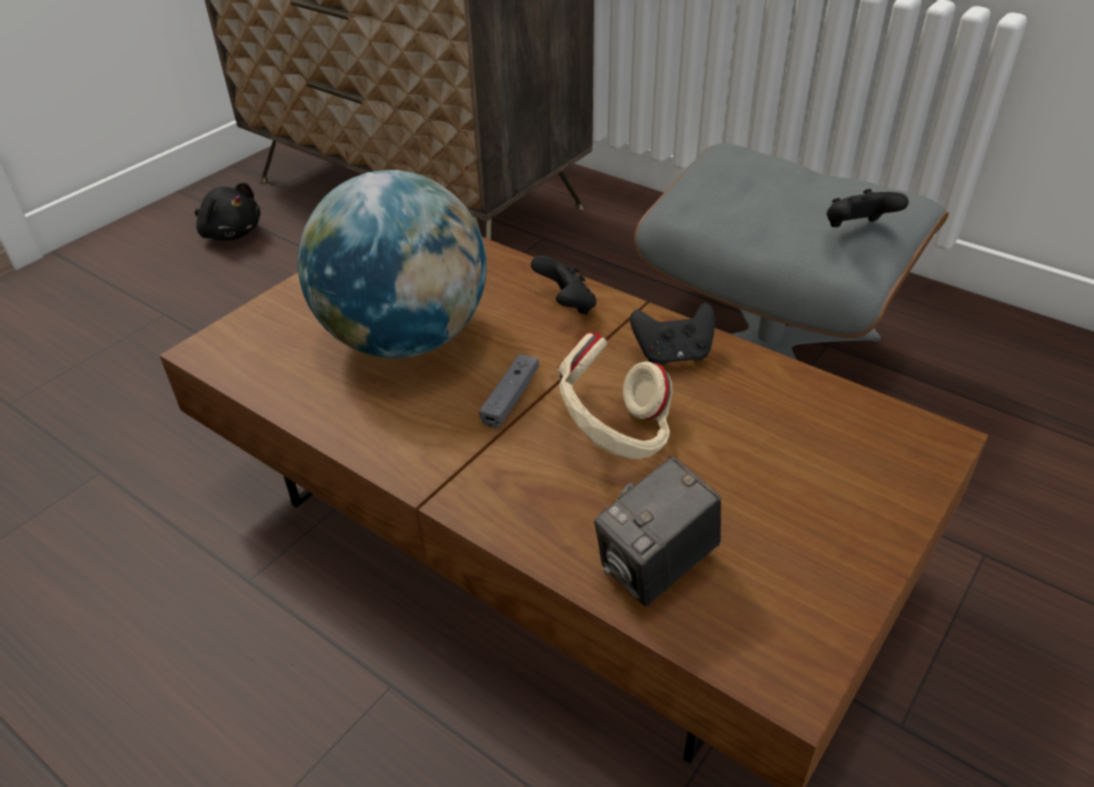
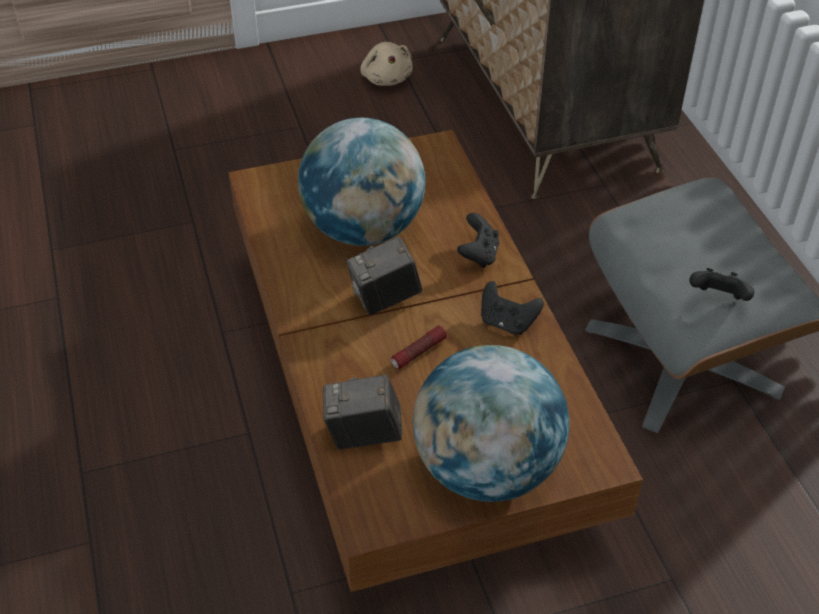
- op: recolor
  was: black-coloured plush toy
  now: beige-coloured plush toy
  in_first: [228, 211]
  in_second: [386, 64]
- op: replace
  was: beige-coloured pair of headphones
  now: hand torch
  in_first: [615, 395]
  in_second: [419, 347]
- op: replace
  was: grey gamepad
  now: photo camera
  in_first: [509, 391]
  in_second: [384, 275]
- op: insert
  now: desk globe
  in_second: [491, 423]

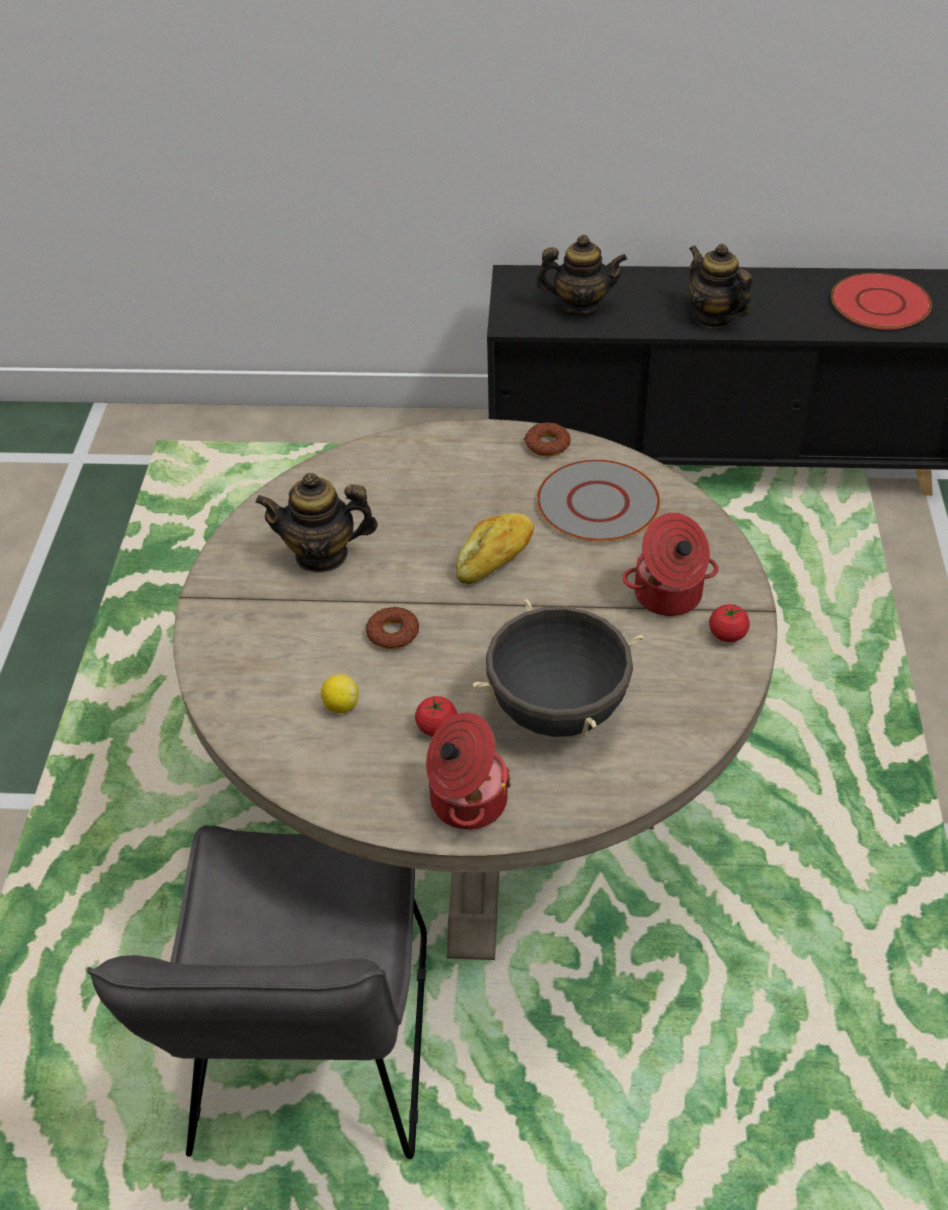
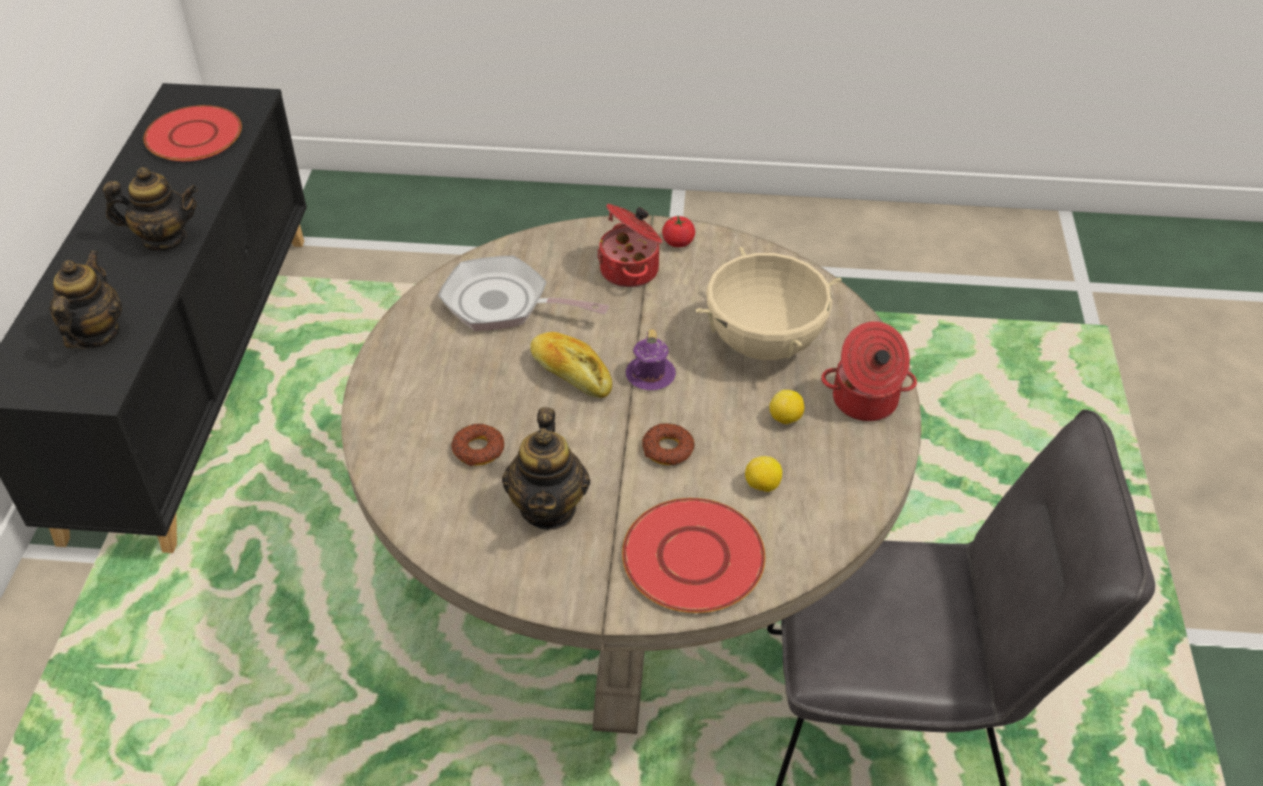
- op: rotate
  was: teapot
  in_first: [720, 286]
  in_second: [150, 209]
  clockwise: -150
- op: move
  was: doughnut
  in_first: [547, 439]
  in_second: [478, 445]
- op: replace
  was: grey plate
  now: pan
  in_first: [598, 501]
  in_second: [523, 293]
- op: recolor
  was: black-coloured cooking pot
  now: beige-coloured cooking pot
  in_first: [558, 667]
  in_second: [768, 303]
- op: replace
  was: whole tomato
  now: lemon
  in_first: [436, 716]
  in_second: [786, 407]
- op: insert
  now: purplish tea mug
  in_second: [651, 360]
- op: insert
  now: red-coloured plate
  in_second: [693, 555]

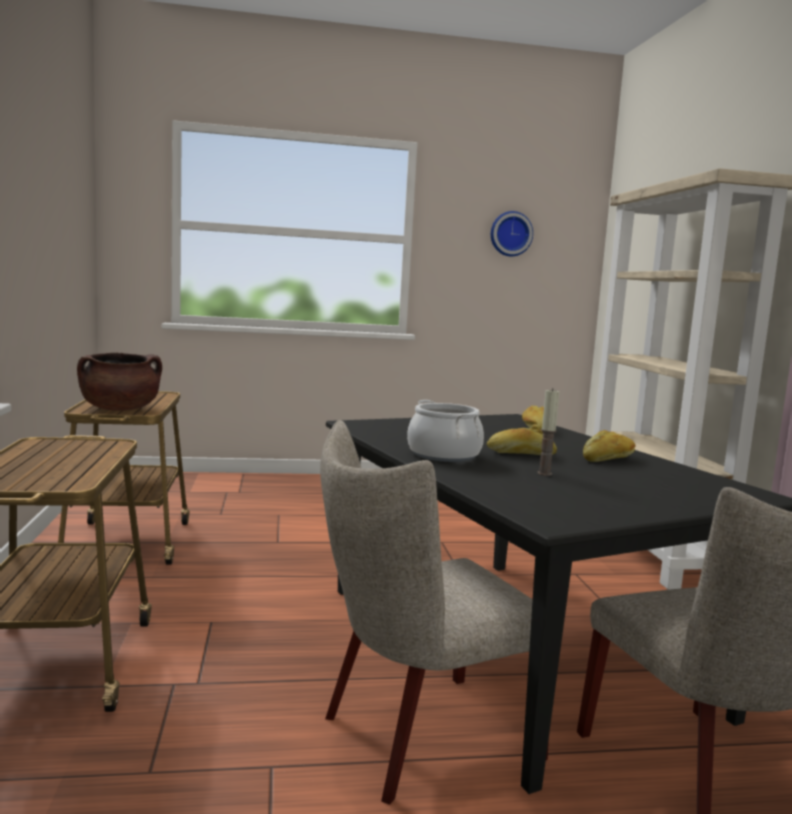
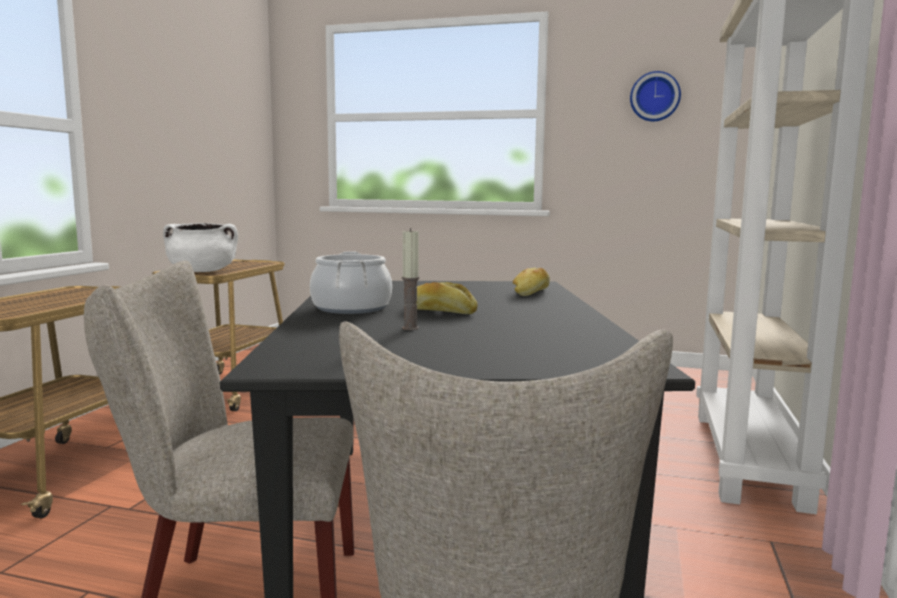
- op: recolor
  was: brownish cooking pot
  now: whitish cooking pot
  in_first: [119, 382]
  in_second: [200, 247]
- op: delete
  was: bakery bread
  in_first: [609, 446]

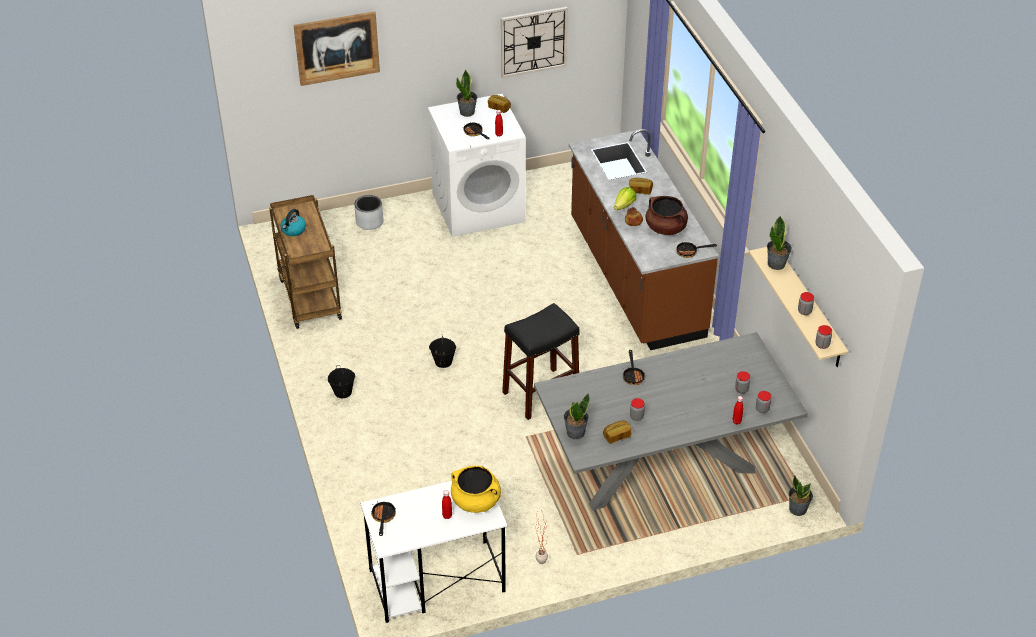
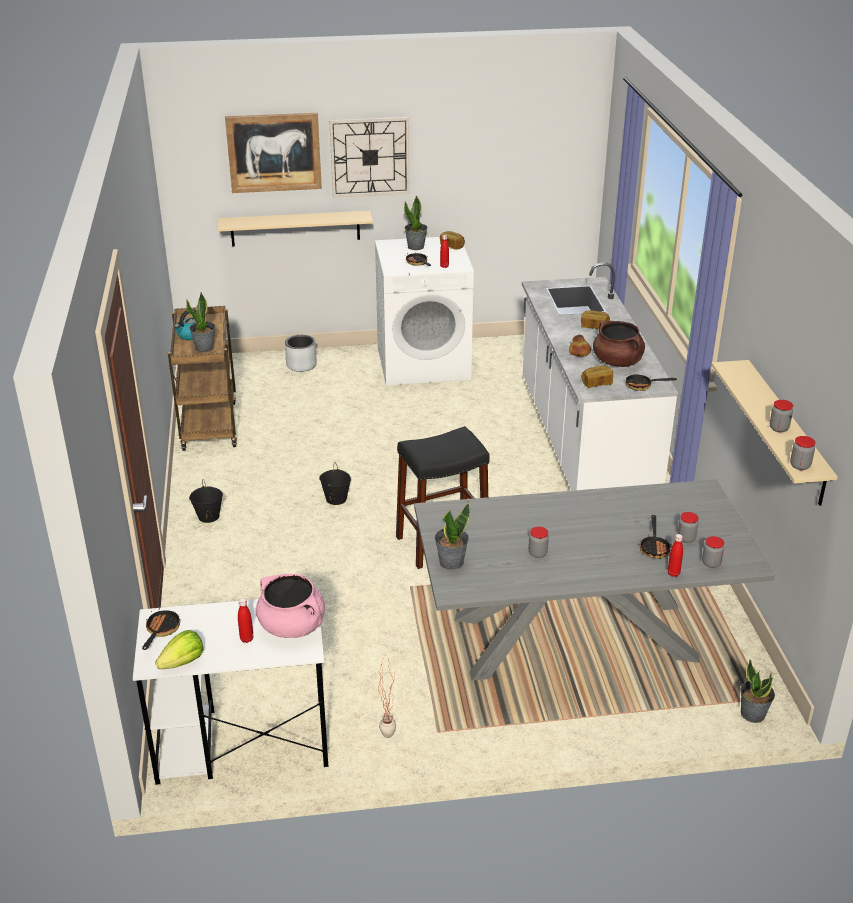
- op: move
  was: hanging clock
  in_first: [534, 42]
  in_second: [369, 157]
- op: recolor
  was: brownish kitchen counter
  now: whitish kitchen counter
  in_first: [644, 239]
  in_second: [600, 376]
- op: move
  was: lettuce
  in_first: [625, 198]
  in_second: [179, 649]
- op: move
  was: plant in a pot
  in_first: [779, 243]
  in_second: [200, 322]
- op: move
  was: pan
  in_first: [634, 367]
  in_second: [655, 537]
- op: move
  was: bakery bread
  in_first: [617, 432]
  in_second: [597, 377]
- op: recolor
  was: yellow-coloured cooking pot
  now: pink cooking pot
  in_first: [476, 489]
  in_second: [290, 606]
- op: insert
  now: beige-coloured shelf
  in_second: [295, 229]

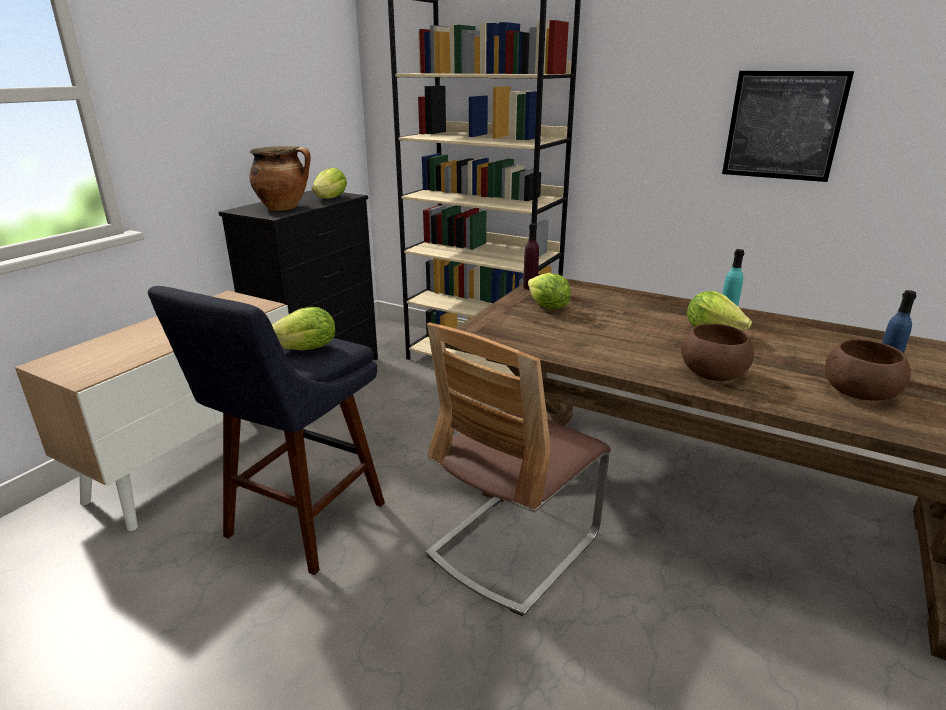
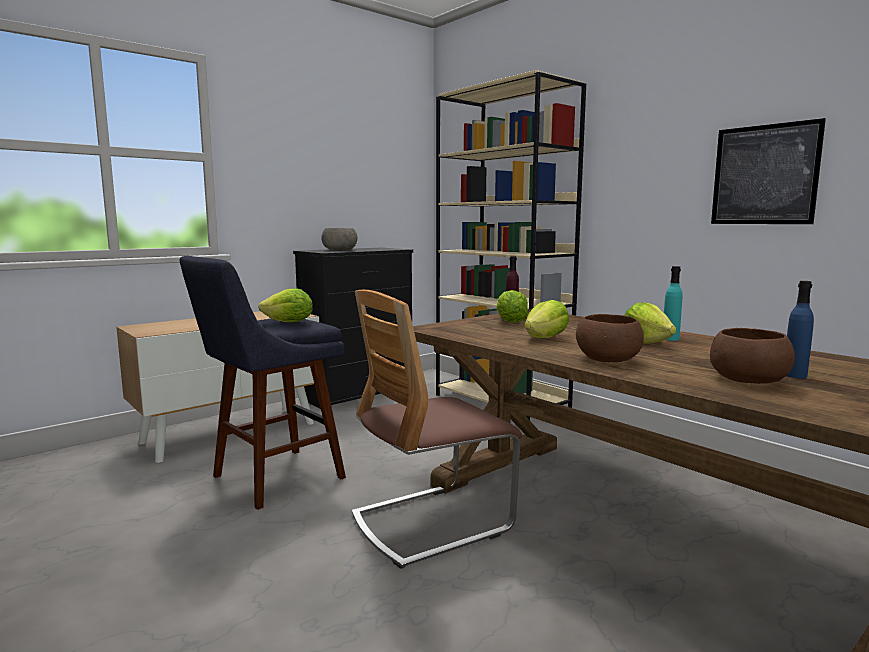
- op: replace
  was: cooking pot
  now: grey serving bowl
  in_first: [280, 178]
  in_second: [339, 239]
- op: move
  was: lettuce
  in_first: [329, 183]
  in_second: [546, 319]

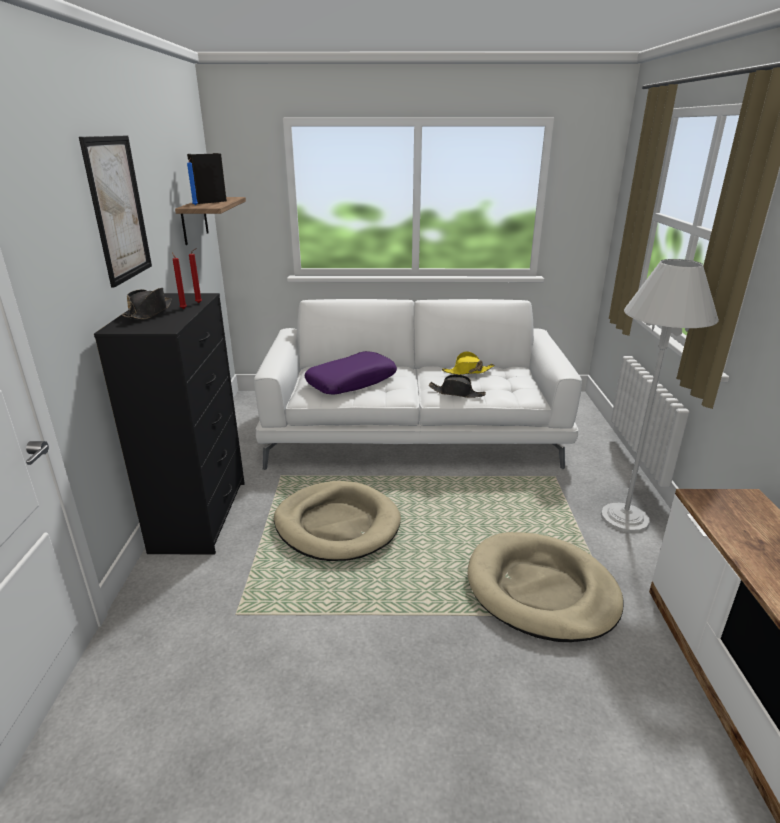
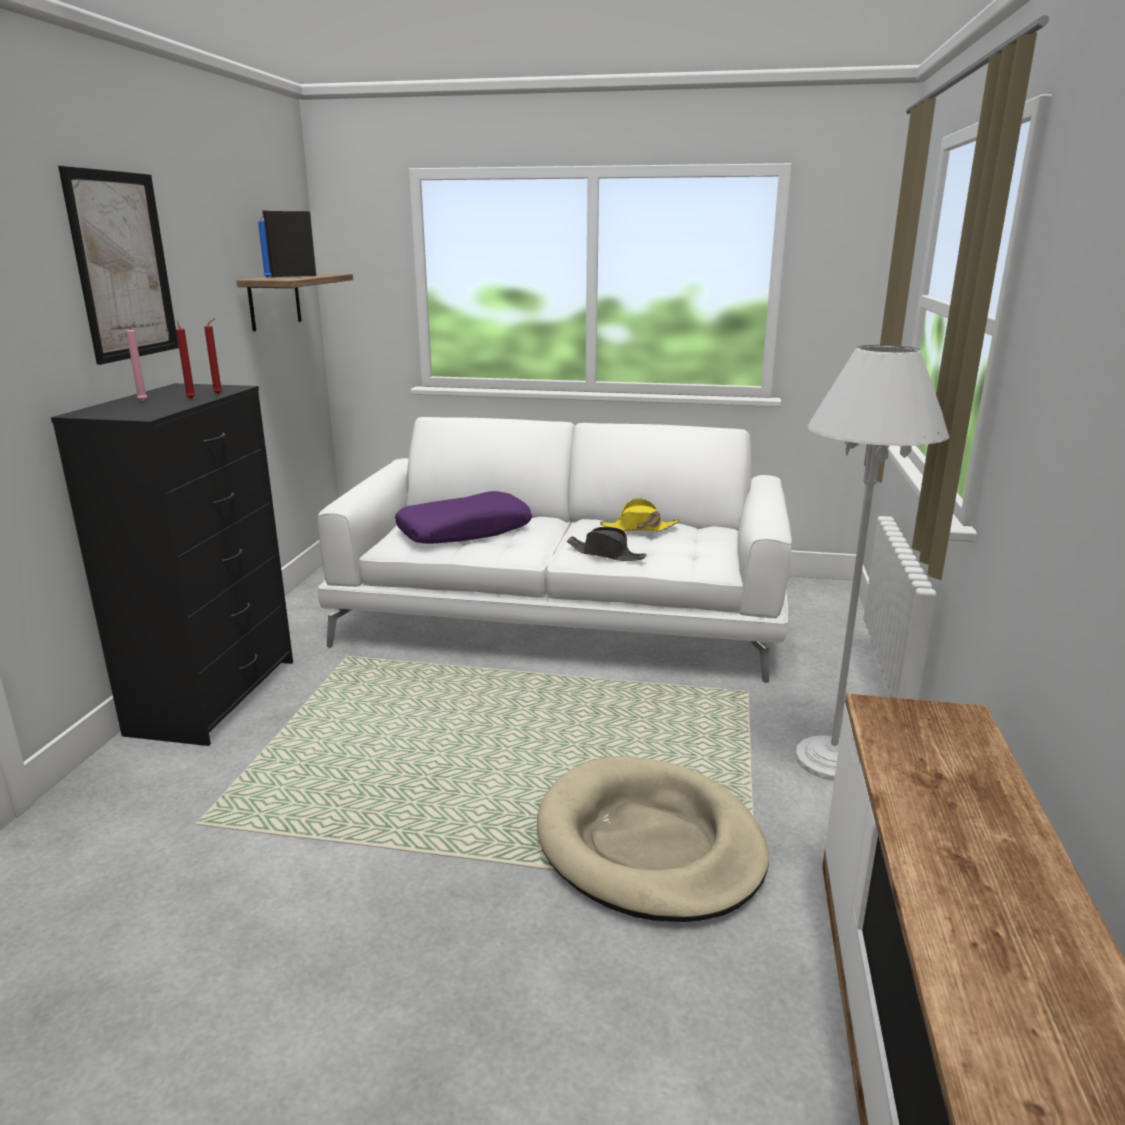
- op: replace
  was: black-coloured wearable hat
  now: pink wax light
  in_first: [147, 304]
  in_second: [136, 361]
- op: delete
  was: beige-coloured dog cushion
  in_first: [337, 521]

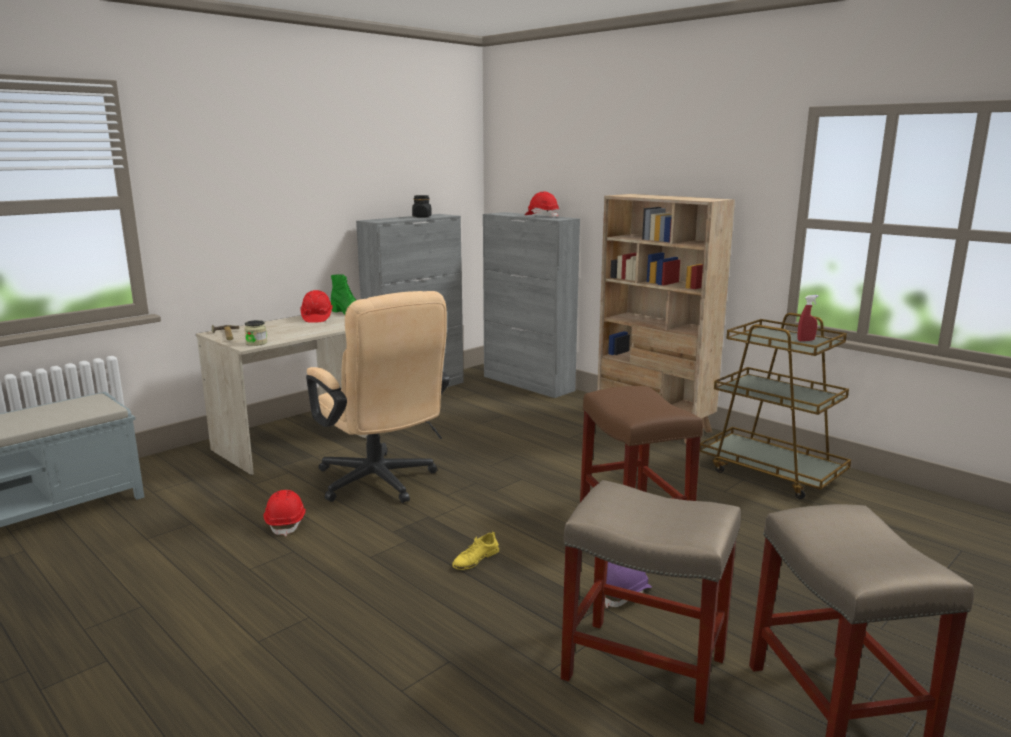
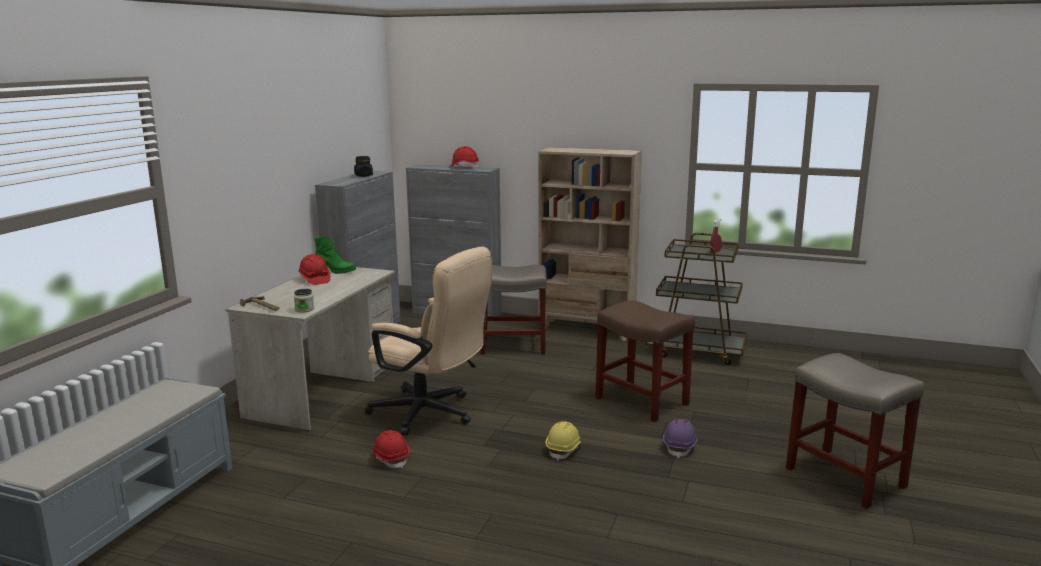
- op: move
  was: beige-coloured stool seat
  in_first: [651, 602]
  in_second: [514, 310]
- op: replace
  was: yellow-coloured low shoe
  now: yellow-coloured safety helmet
  in_first: [475, 550]
  in_second: [563, 441]

